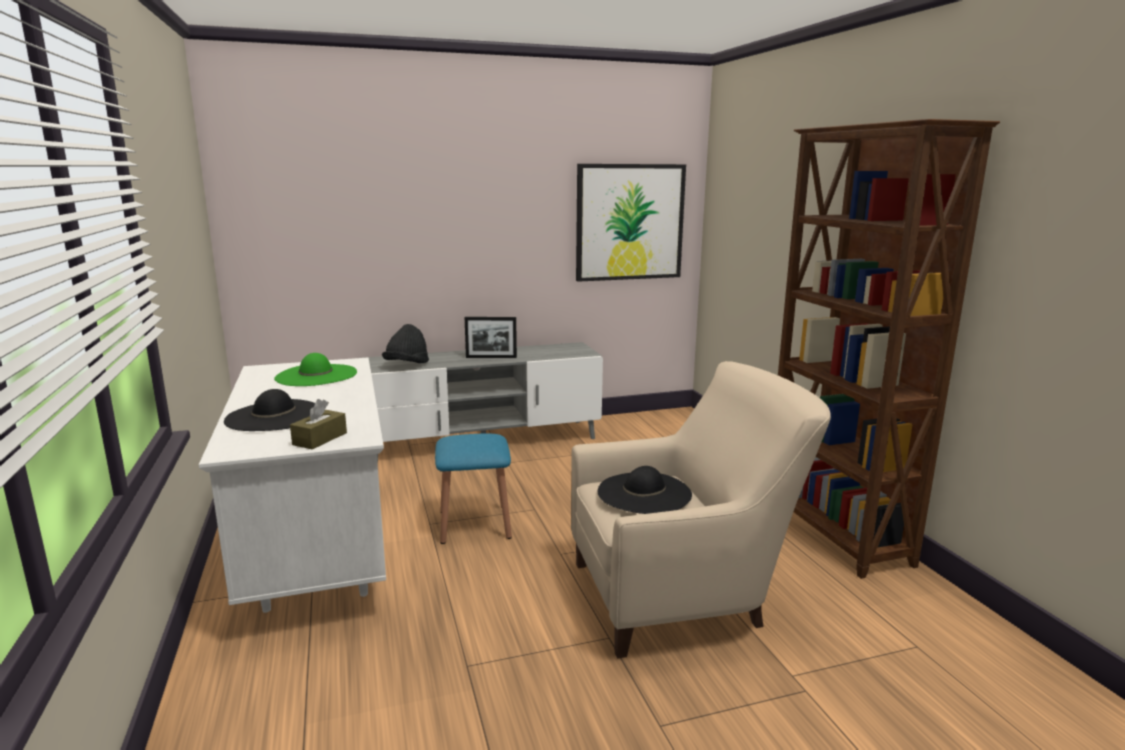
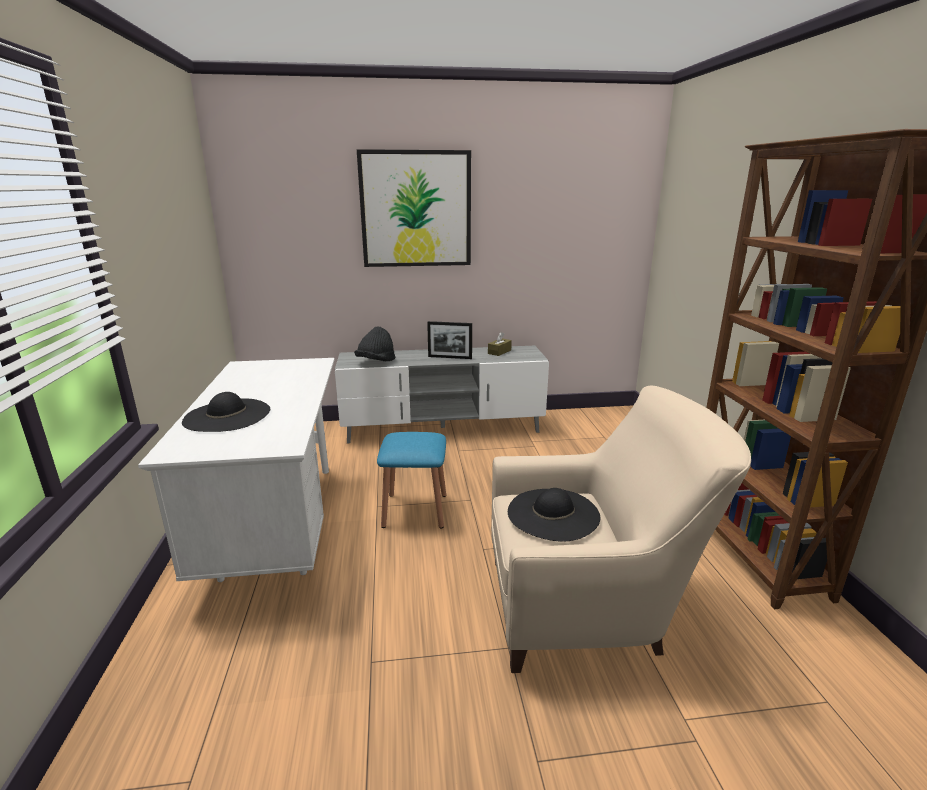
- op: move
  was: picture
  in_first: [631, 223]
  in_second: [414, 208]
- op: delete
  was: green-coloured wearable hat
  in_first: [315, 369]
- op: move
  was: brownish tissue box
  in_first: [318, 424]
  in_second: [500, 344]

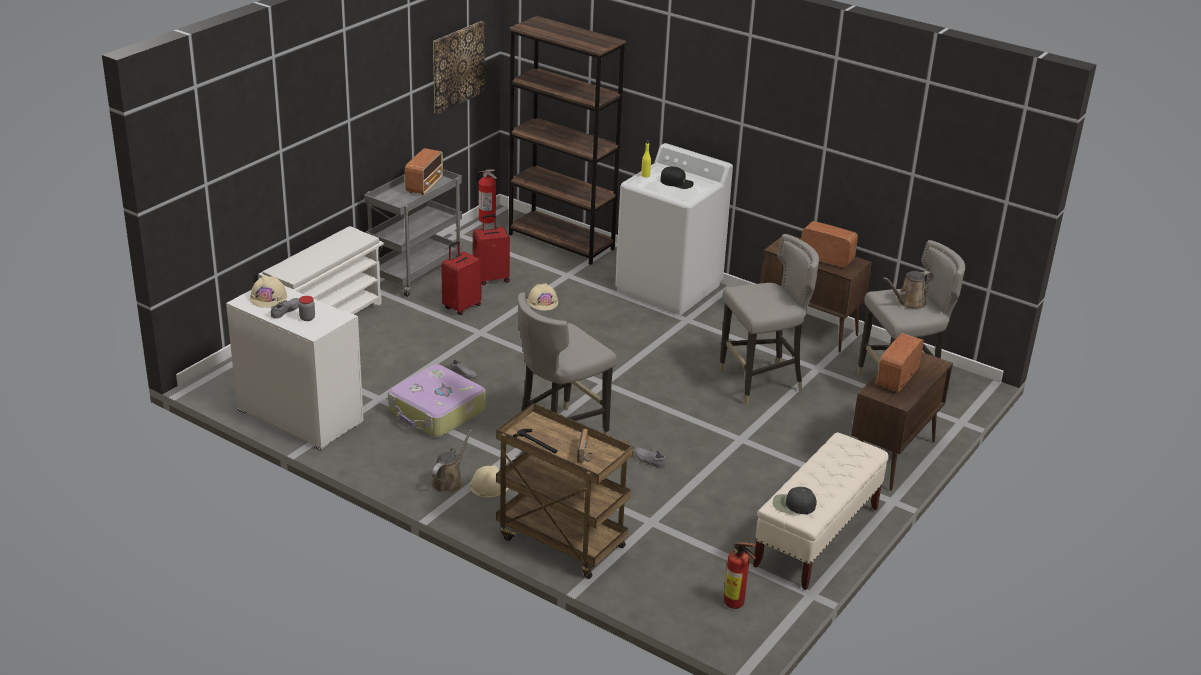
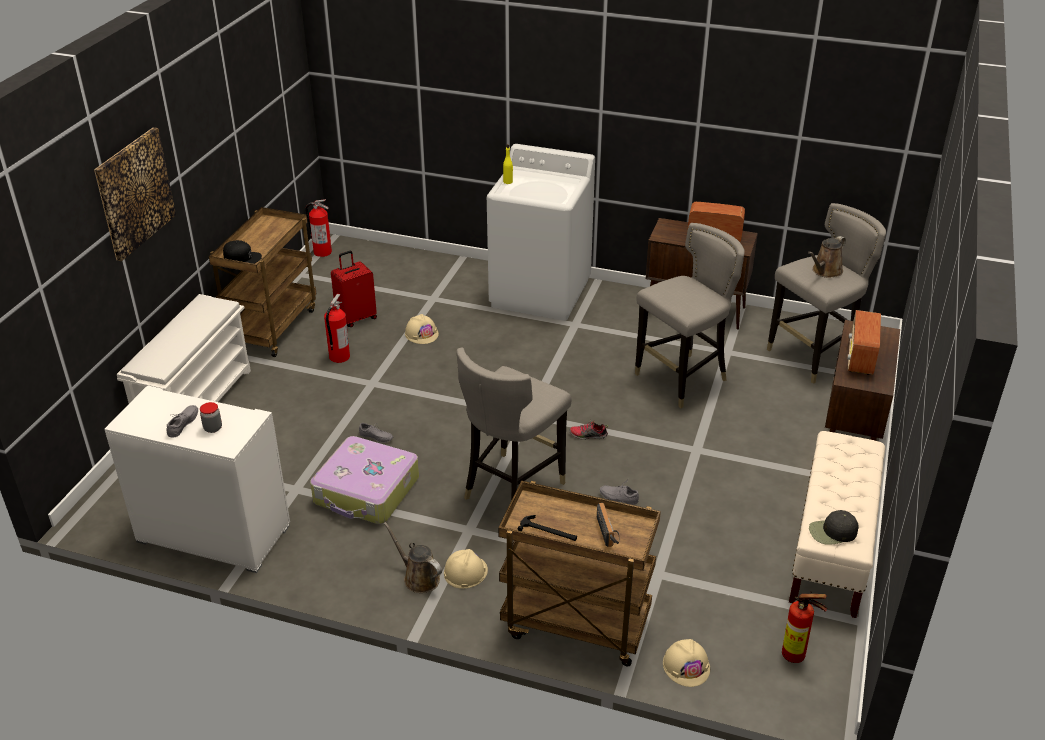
- op: delete
  was: brownish shelving unit
  in_first: [567, 140]
- op: move
  was: picture
  in_first: [459, 67]
  in_second: [135, 194]
- op: delete
  was: radio set
  in_first: [424, 171]
- op: move
  was: black-coloured peaked cap
  in_first: [677, 178]
  in_second: [242, 252]
- op: recolor
  was: grey trolley
  now: brownish trolley
  in_first: [413, 233]
  in_second: [262, 282]
- op: replace
  was: red-coloured suitcase
  now: extinguisher
  in_first: [461, 278]
  in_second: [337, 328]
- op: move
  was: beige-coloured safety helmet
  in_first: [268, 292]
  in_second: [686, 663]
- op: rotate
  was: brownish watering pot
  in_first: [451, 461]
  in_second: [413, 557]
  clockwise: -60
- op: insert
  now: low shoe
  in_second: [588, 430]

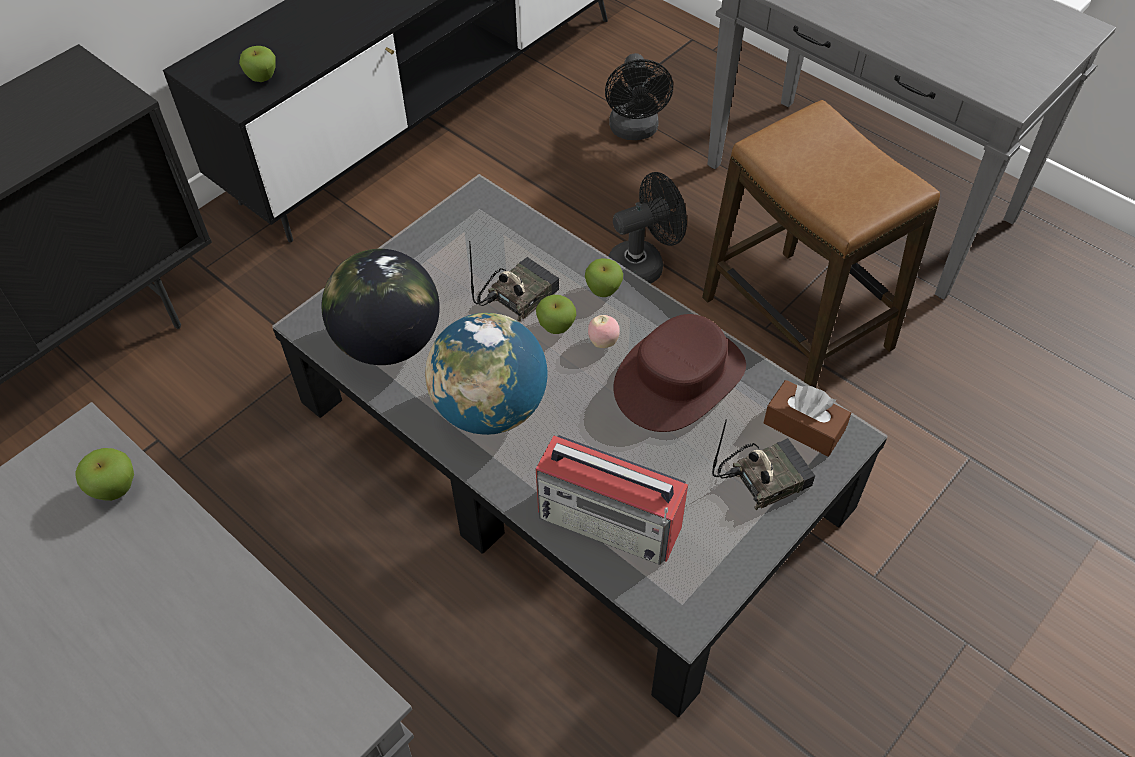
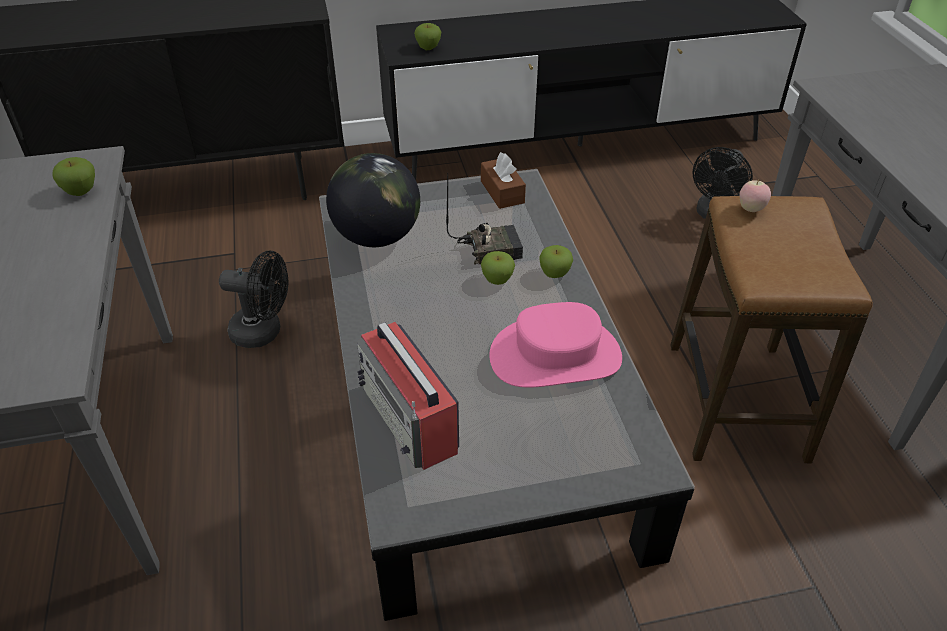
- op: move
  was: black-coloured electric fan
  in_first: [647, 228]
  in_second: [253, 299]
- op: delete
  was: desk globe
  in_first: [486, 374]
- op: recolor
  was: brownish wearable hat
  now: pink wearable hat
  in_first: [679, 373]
  in_second: [555, 345]
- op: move
  was: apple fruit
  in_first: [604, 331]
  in_second: [755, 196]
- op: move
  was: brownish tissue box
  in_first: [807, 418]
  in_second: [503, 180]
- op: delete
  was: radio set
  in_first: [763, 465]

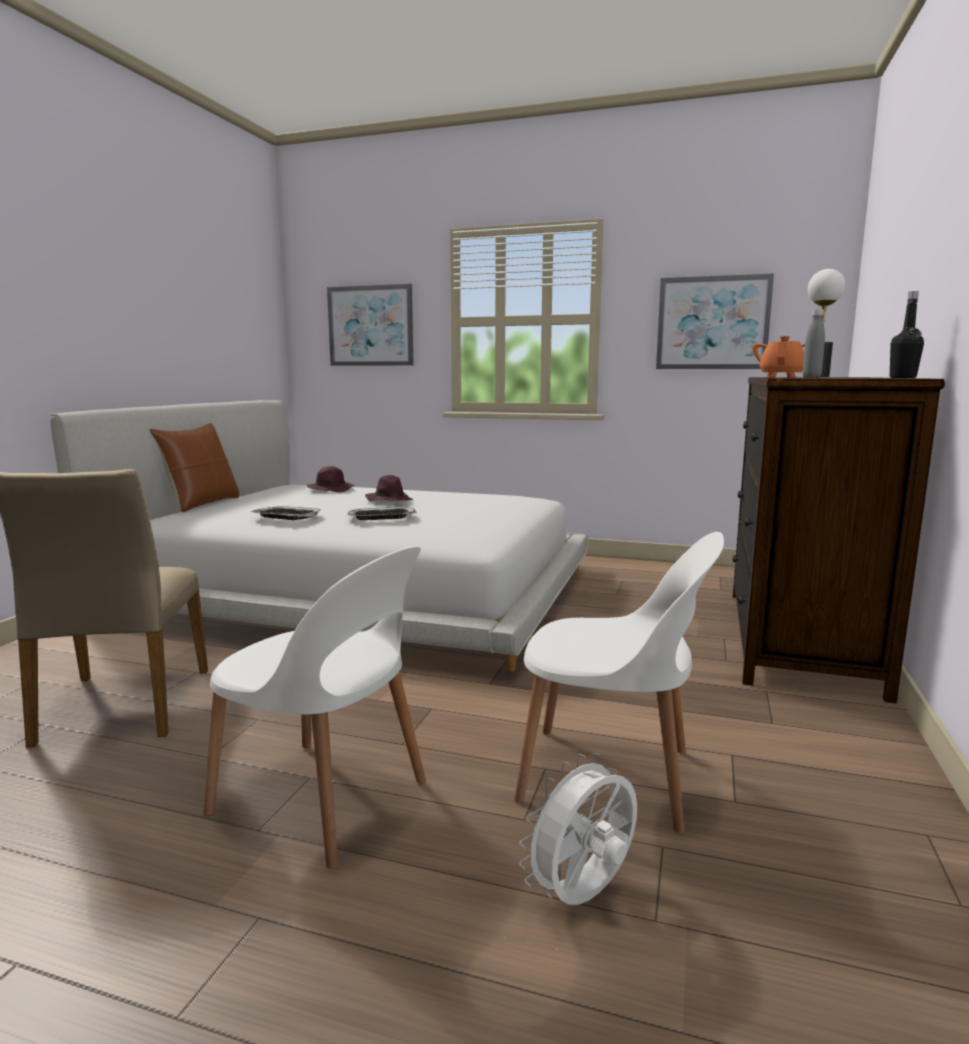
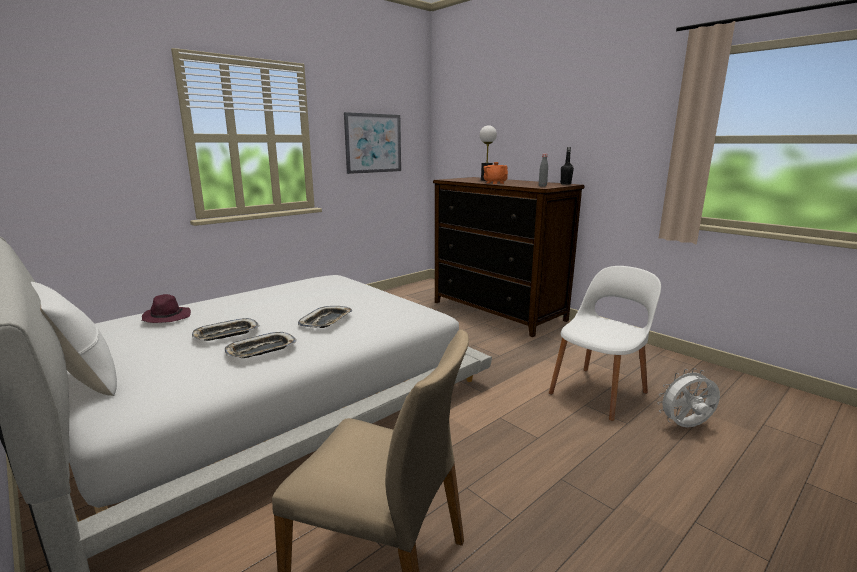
- op: delete
  was: picture
  in_first: [370, 325]
- op: recolor
  was: brownish throw pillow
  now: whitish throw pillow
  in_first: [194, 467]
  in_second: [74, 339]
- op: delete
  was: purplish wearable hat
  in_first: [389, 488]
- op: delete
  was: whitish plain chair
  in_first: [314, 707]
- op: rotate
  was: whitish electric fan
  in_first: [578, 829]
  in_second: [688, 398]
  clockwise: 90
- op: insert
  now: carrying tray
  in_second: [226, 329]

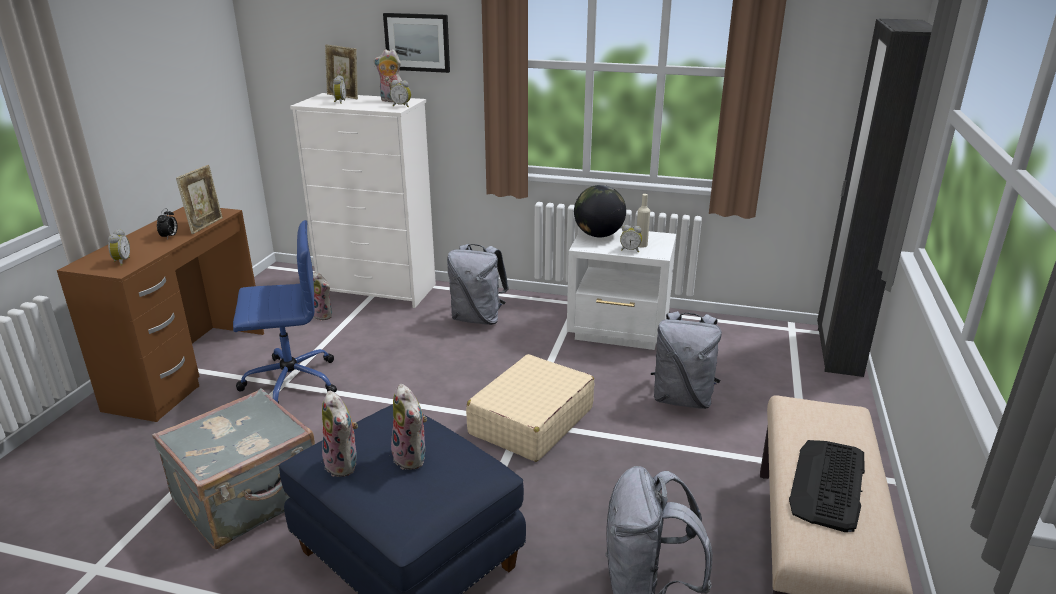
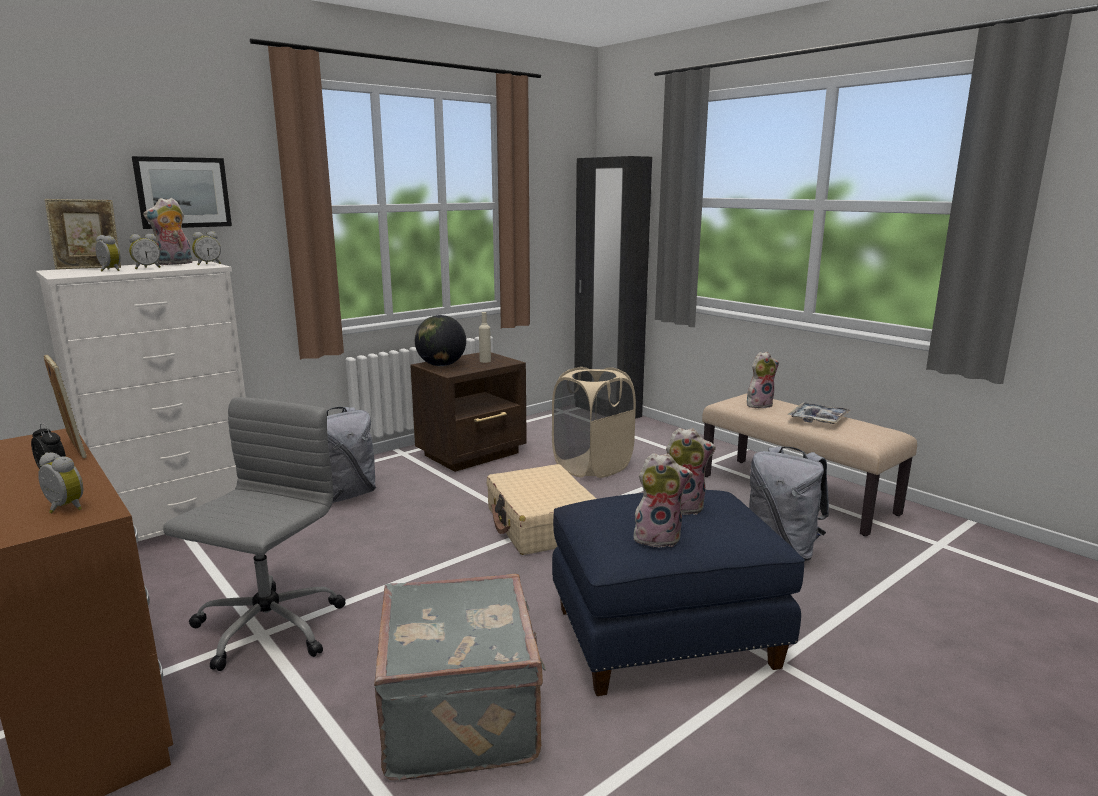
- op: recolor
  was: blue office chair
  now: grey office chair
  in_first: [285, 311]
  in_second: [254, 534]
- op: move
  was: bedside clock
  in_first: [631, 238]
  in_second: [145, 251]
- op: recolor
  was: whitish nightstand
  now: brownish nightstand
  in_first: [621, 289]
  in_second: [468, 412]
- op: move
  was: plush toy
  in_first: [322, 296]
  in_second: [763, 380]
- op: replace
  was: grey backpack
  now: beige-coloured hamper
  in_first: [686, 360]
  in_second: [594, 422]
- op: replace
  was: computer keyboard
  now: carrying tray
  in_first: [827, 486]
  in_second: [819, 413]

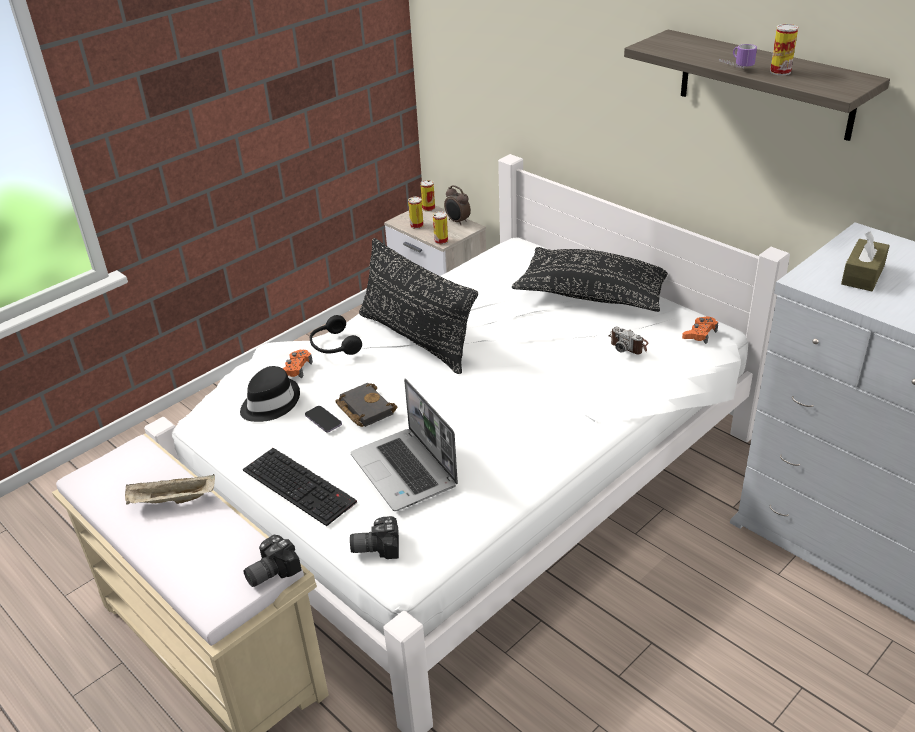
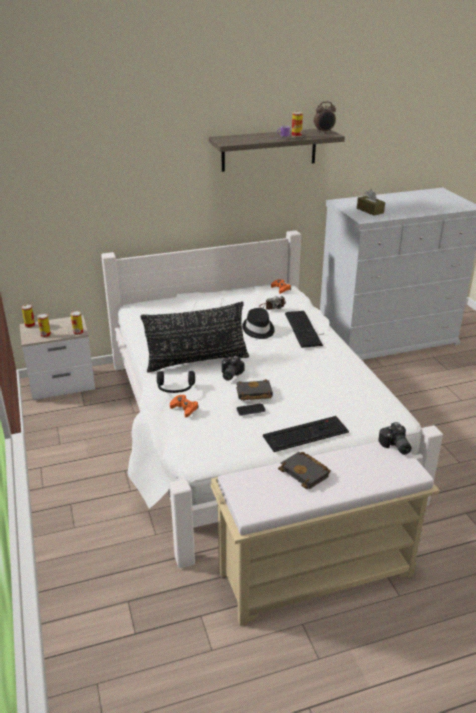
- op: move
  was: bedside clock
  in_first: [457, 205]
  in_second: [325, 117]
- op: delete
  was: black-coloured throw pillow
  in_first: [590, 279]
- op: move
  was: black-coloured wearable hat
  in_first: [270, 394]
  in_second: [258, 323]
- op: delete
  was: laptop
  in_first: [404, 444]
- op: replace
  was: beige-coloured carrying tray
  now: black-coloured volume
  in_first: [170, 489]
  in_second: [304, 470]
- op: move
  was: photo camera
  in_first: [374, 537]
  in_second: [233, 368]
- op: insert
  now: computer keyboard
  in_second: [304, 329]

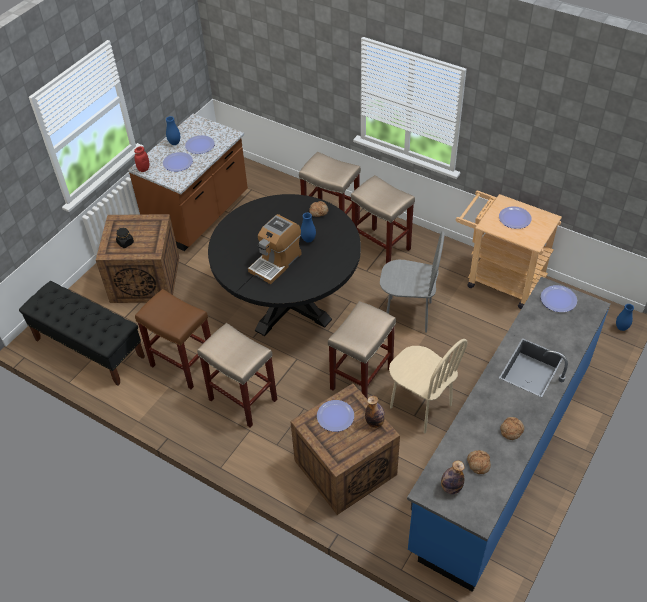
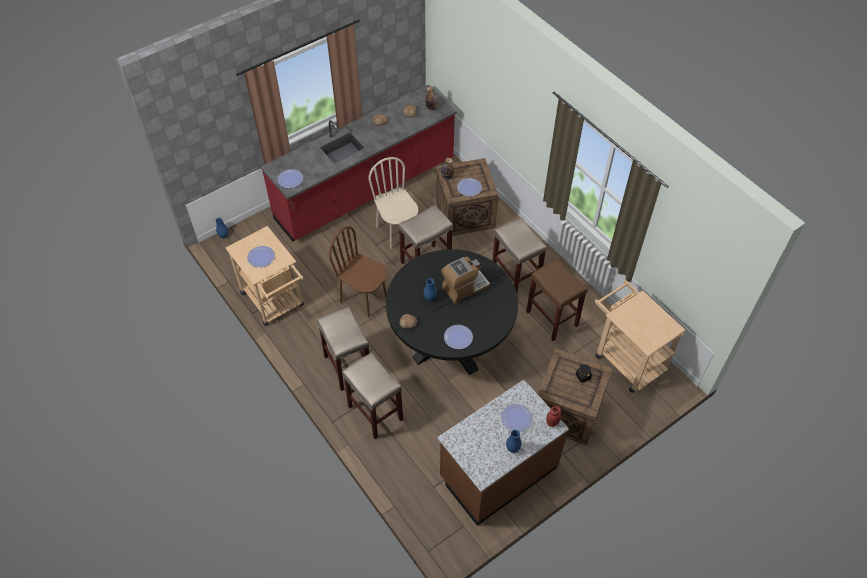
- op: move
  was: plate
  in_first: [200, 144]
  in_second: [458, 337]
- op: recolor
  was: grey plain chair
  now: brownish plain chair
  in_first: [412, 282]
  in_second: [358, 271]
- op: recolor
  was: blue kitchen counter
  now: red-coloured kitchen counter
  in_first: [508, 434]
  in_second: [359, 163]
- op: replace
  was: black-coloured long seat
  now: beige-coloured trolley
  in_first: [82, 333]
  in_second: [640, 336]

